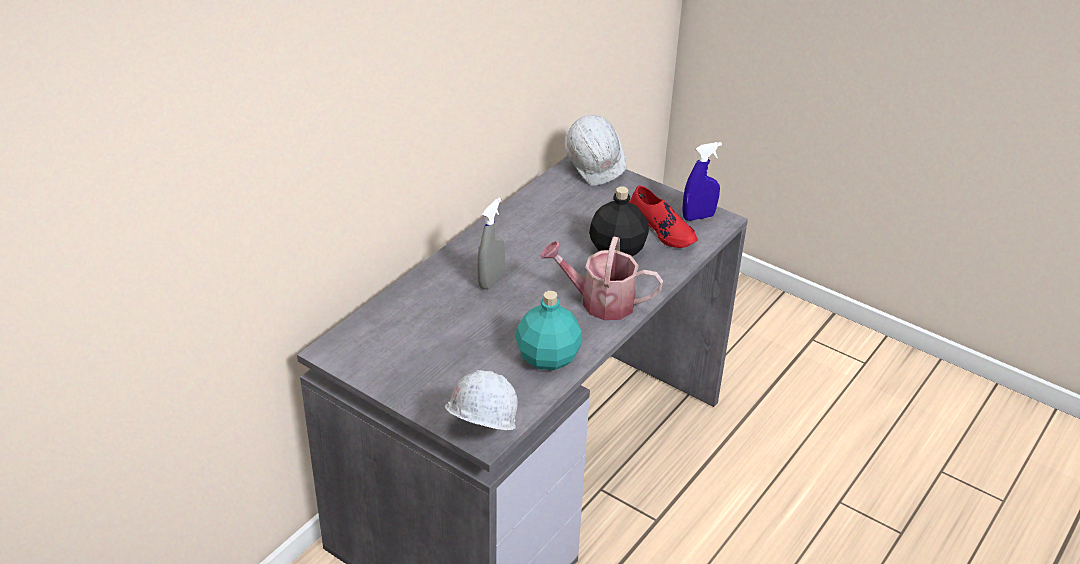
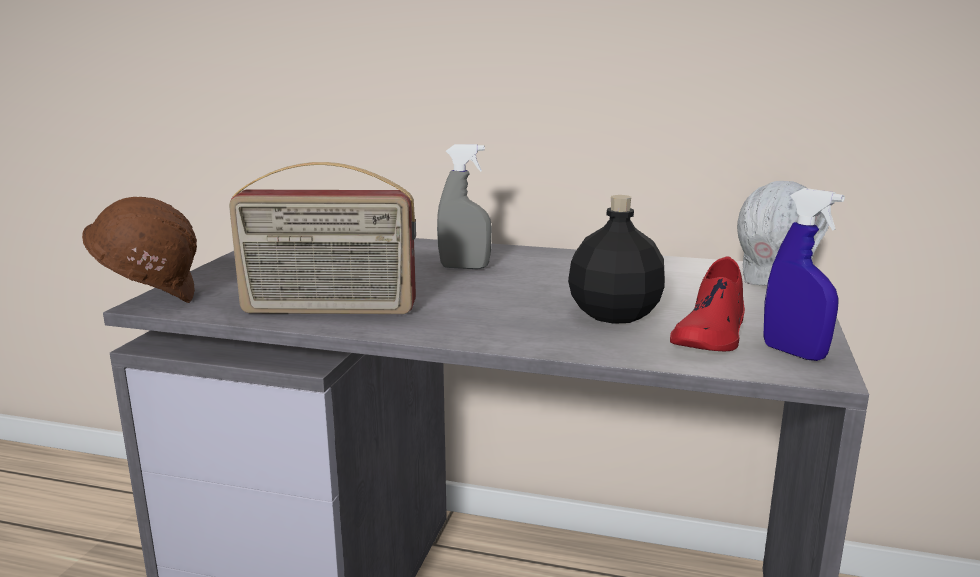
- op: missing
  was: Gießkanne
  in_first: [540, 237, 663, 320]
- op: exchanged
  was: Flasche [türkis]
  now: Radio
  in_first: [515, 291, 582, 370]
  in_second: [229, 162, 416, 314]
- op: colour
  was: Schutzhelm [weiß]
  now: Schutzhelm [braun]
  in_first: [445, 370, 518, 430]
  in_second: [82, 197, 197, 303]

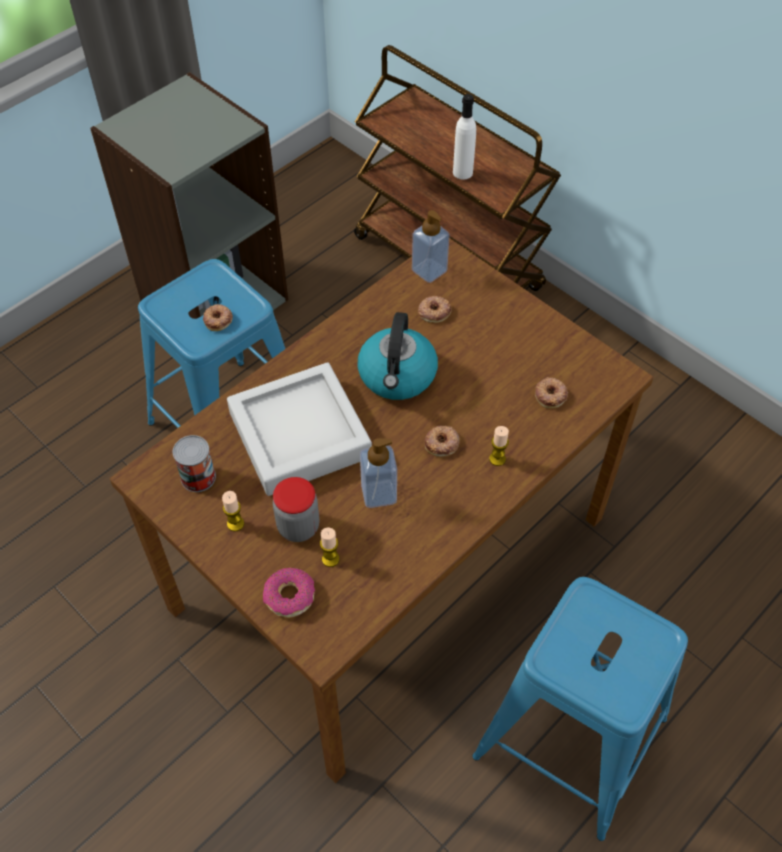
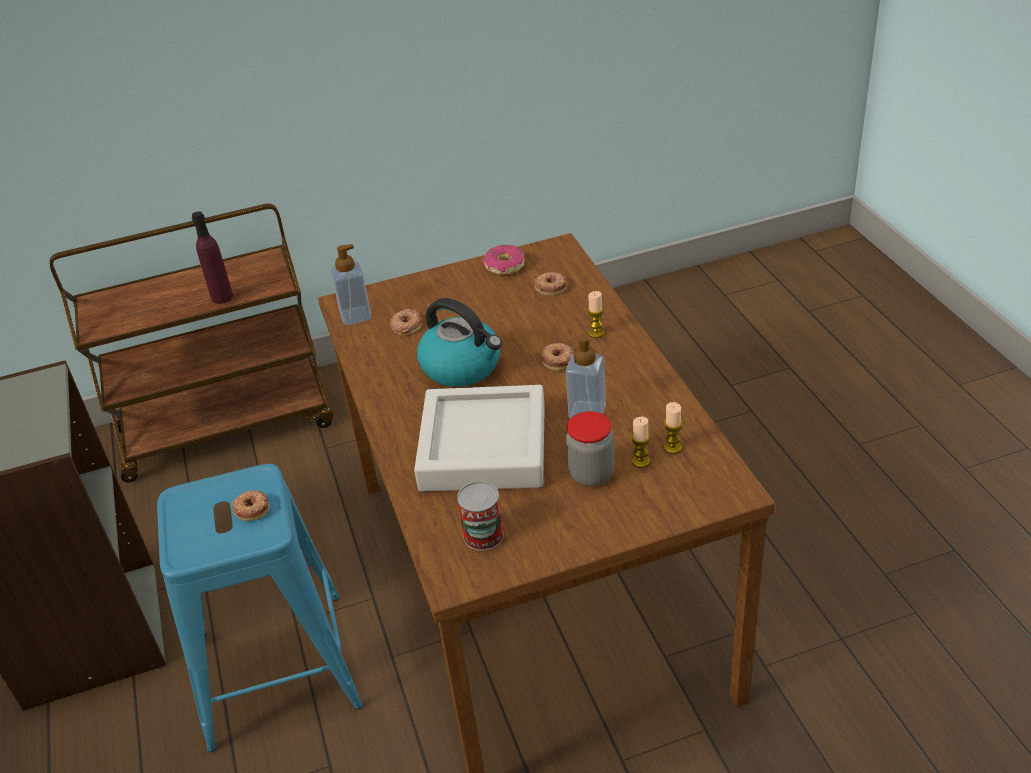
- op: missing
  was: Hocker [blau]
  in_first: [472, 577, 688, 841]
- op: relocated
  was: Kerze
  in_first: [222, 491, 244, 532]
  in_second: [664, 402, 683, 454]
- op: relocated
  was: Donut
  in_first: [263, 568, 315, 618]
  in_second: [483, 245, 525, 275]
- op: colour
  was: Flasche [weiß]
  now: Flasche [lila]
  in_first: [453, 94, 476, 180]
  in_second: [192, 211, 233, 304]

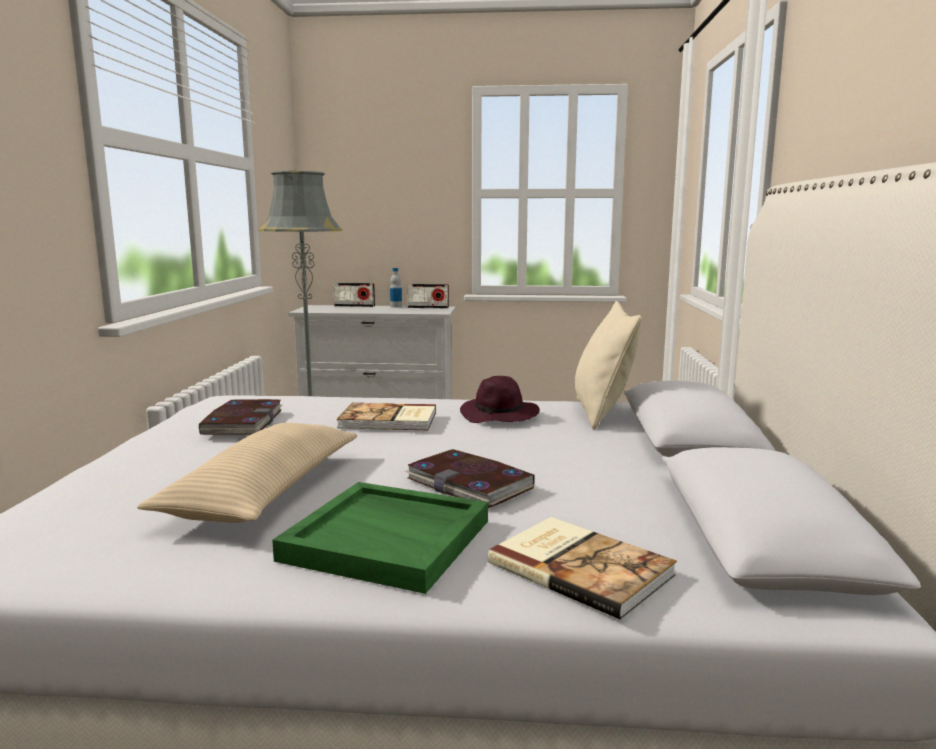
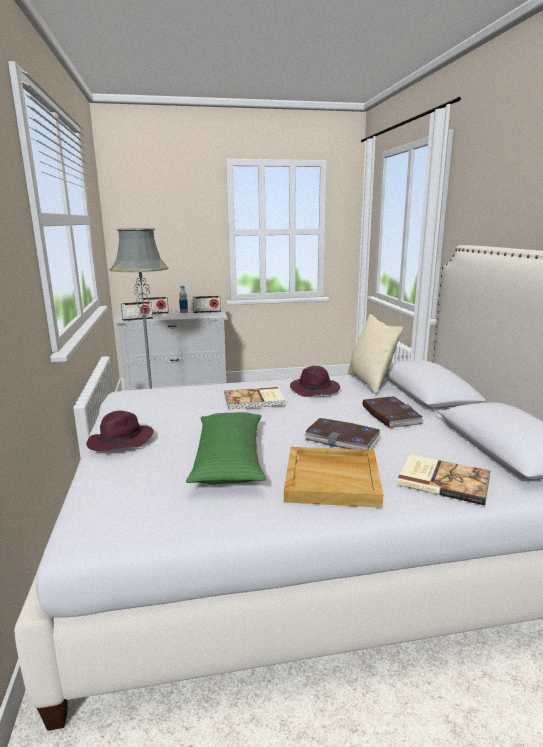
- op: appeared
  now: Hut [lila]
  in_second: [86, 411, 154, 451]
- op: appeared
  now: Radio
  in_second: [121, 301, 153, 321]
- op: relocated
  was: Buch
  in_first: [199, 399, 282, 435]
  in_second: [362, 396, 424, 428]
- op: colour
  was: Kissen [beige]
  now: Kissen [grün]
  in_first: [137, 423, 357, 523]
  in_second: [186, 412, 266, 484]
- op: colour
  was: Tablett [grün]
  now: Tablett [beige]
  in_first: [272, 482, 488, 594]
  in_second: [284, 447, 383, 508]

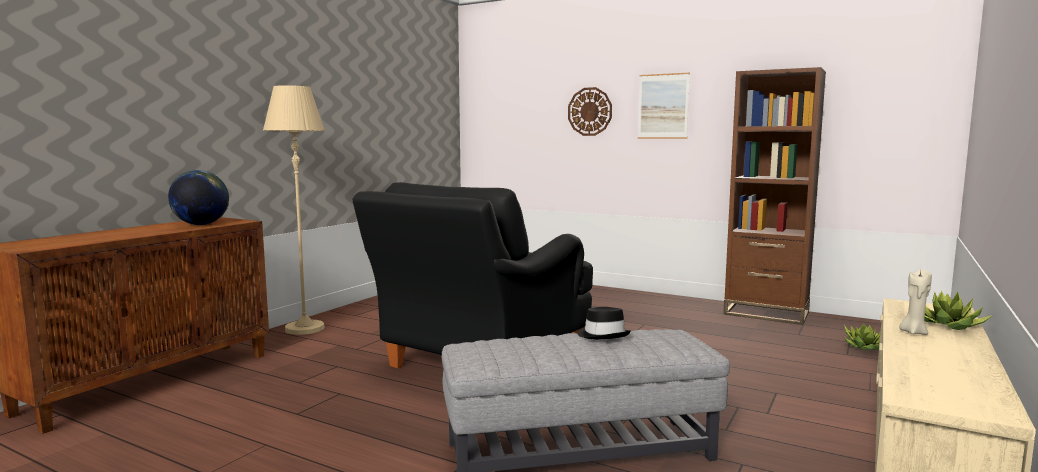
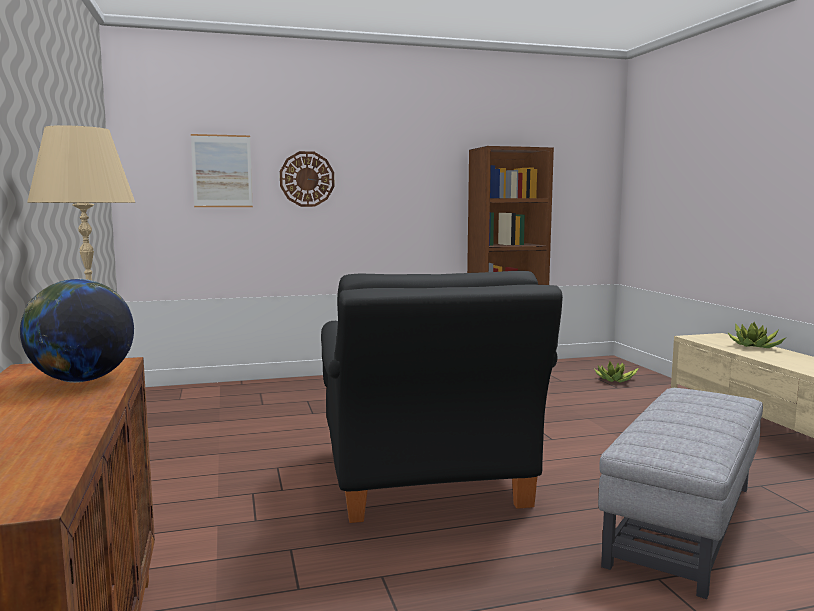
- op: missing
  was: Hut [schwarz]
  in_first: [577, 307, 631, 339]
- op: missing
  was: Kerze [beige]
  in_first: [899, 270, 932, 335]
- op: relocated
  was: Bild
  in_first: [638, 73, 690, 139]
  in_second: [191, 134, 253, 207]

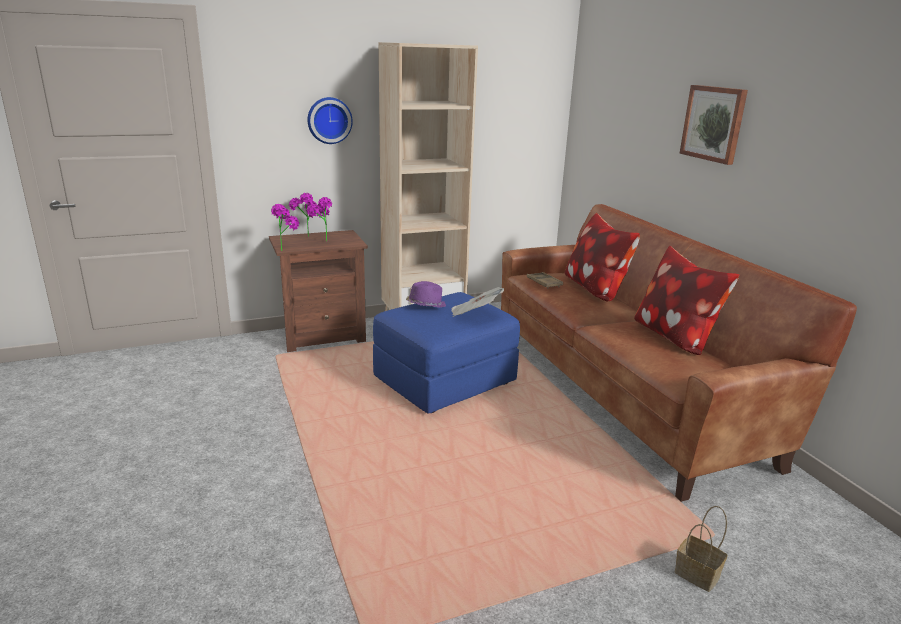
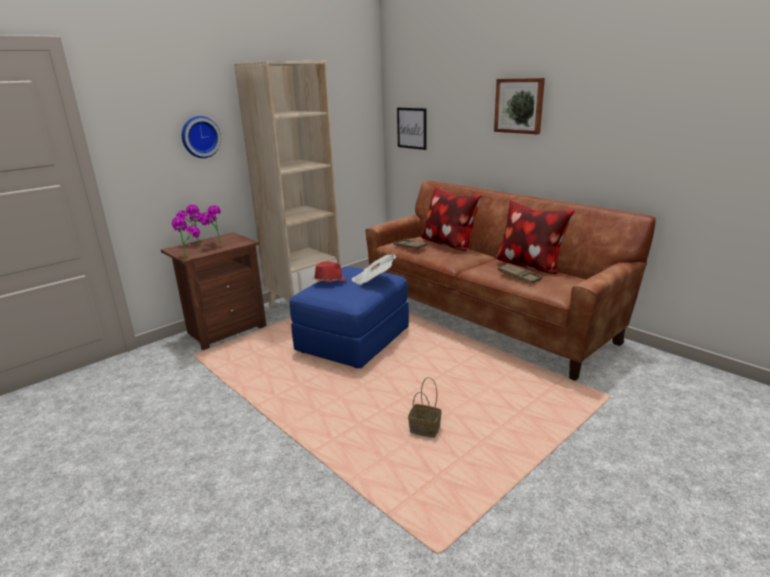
- op: appeared
  now: Bild
  in_second: [397, 108, 426, 150]
- op: appeared
  now: Tablett [braun]
  in_second: [498, 263, 542, 284]
- op: relocated
  was: Korb
  in_first: [675, 506, 728, 592]
  in_second: [408, 377, 442, 438]
- op: colour
  was: Hut [lila]
  now: Hut [rot]
  in_first: [406, 281, 446, 308]
  in_second: [312, 261, 346, 282]

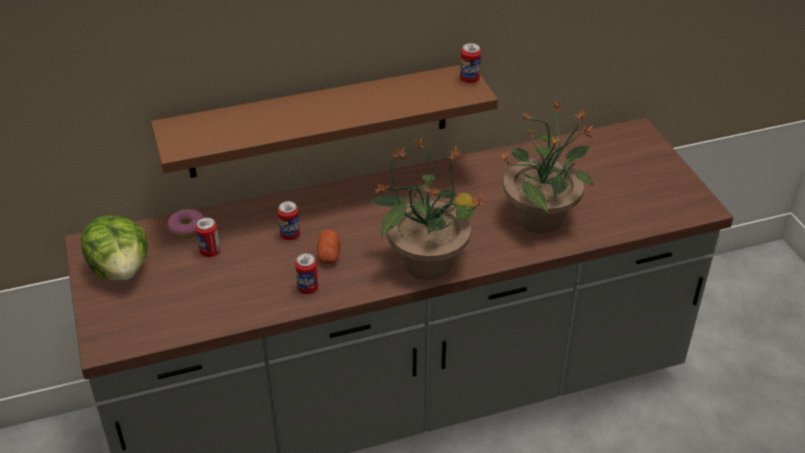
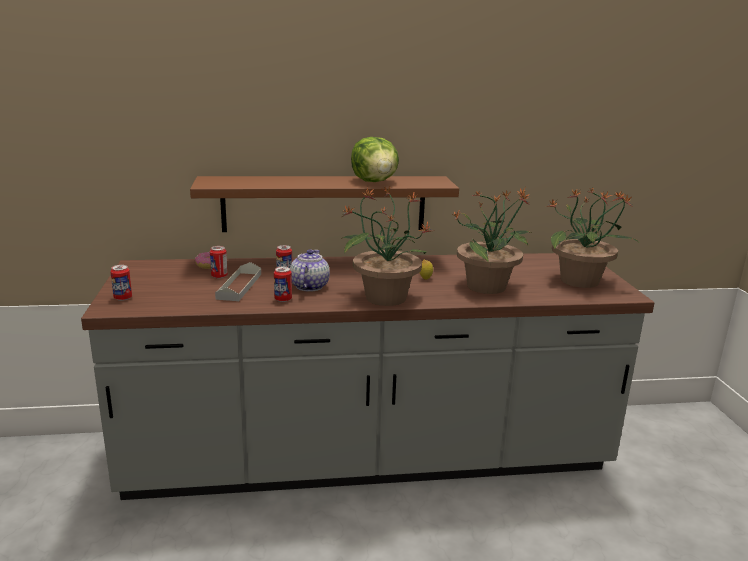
- op: appeared
  now: Tablett [grau]
  in_second: [215, 262, 261, 301]
- op: appeared
  now: Topfpflanze
  in_second: [546, 188, 638, 288]
- op: relocated
  was: Salatkopf
  in_first: [81, 215, 148, 281]
  in_second: [351, 137, 399, 182]
- op: relocated
  was: Dose
  in_first: [460, 43, 481, 84]
  in_second: [110, 265, 132, 301]
- op: exchanged
  was: Kartoffel
  now: Teekanne
  in_first: [317, 229, 341, 264]
  in_second: [290, 249, 330, 292]

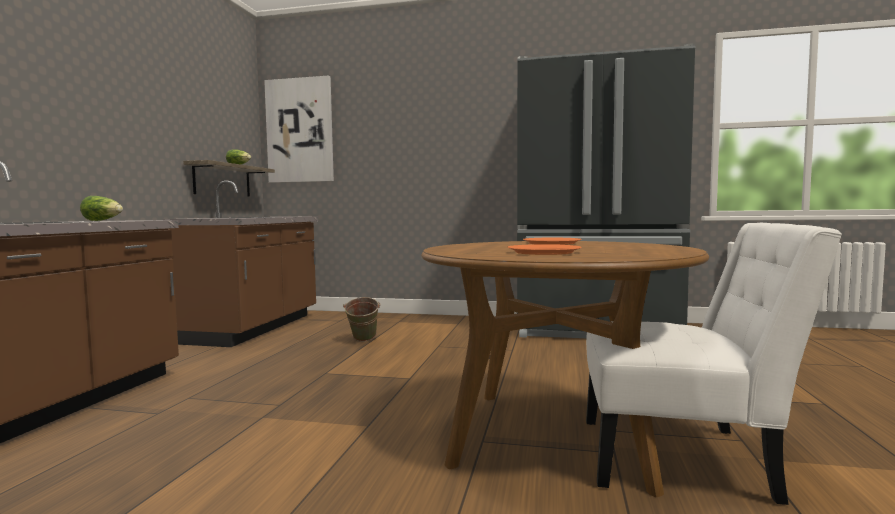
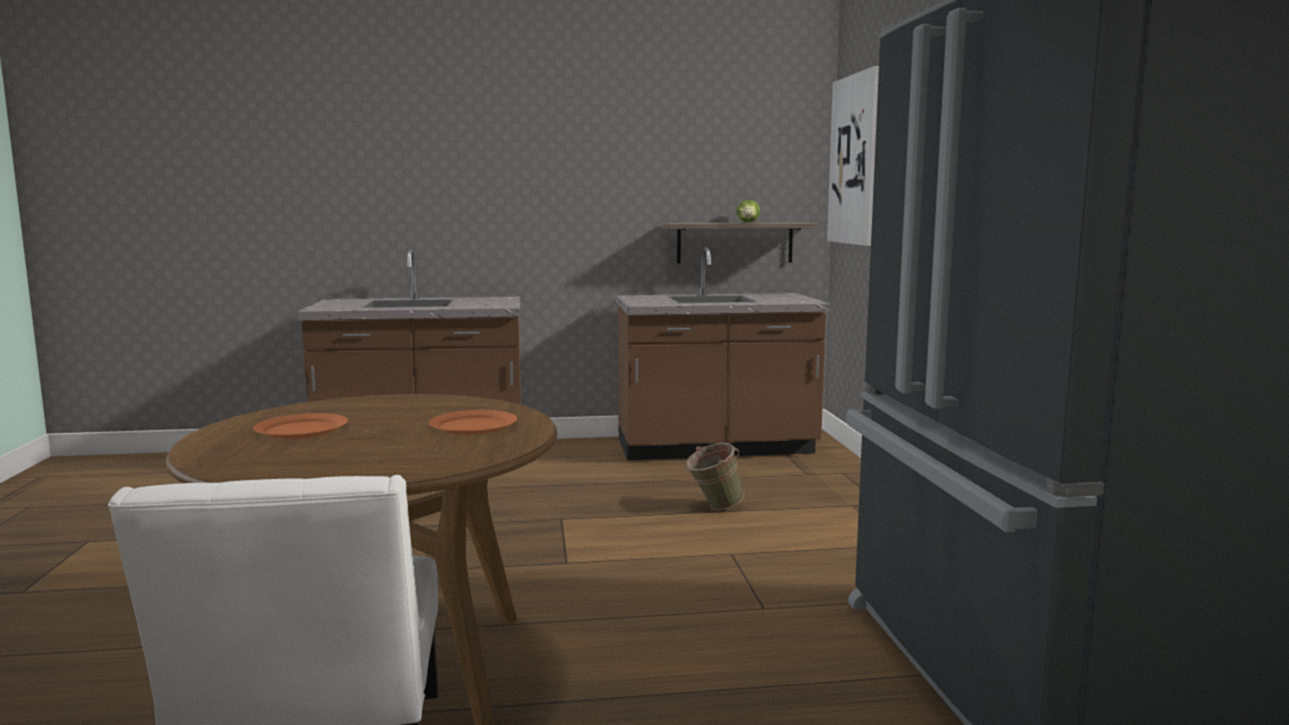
- op: missing
  was: Salatkopf
  in_first: [80, 196, 123, 221]

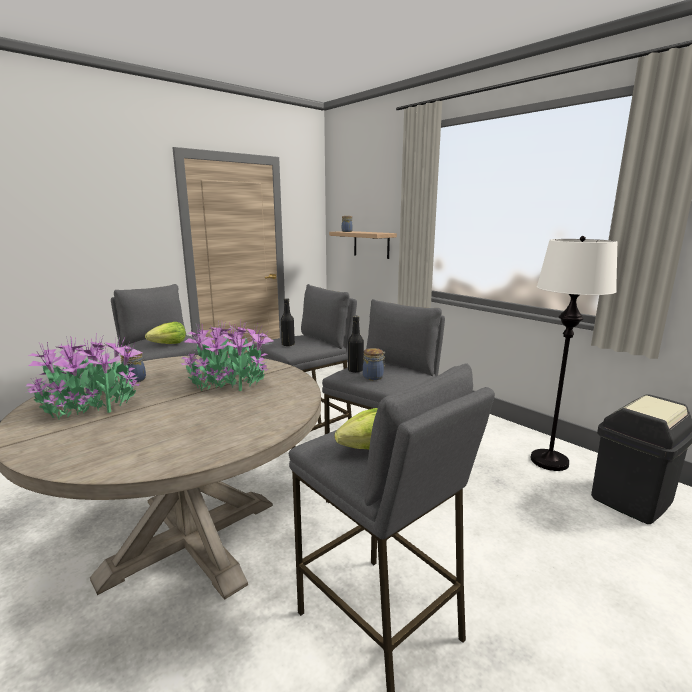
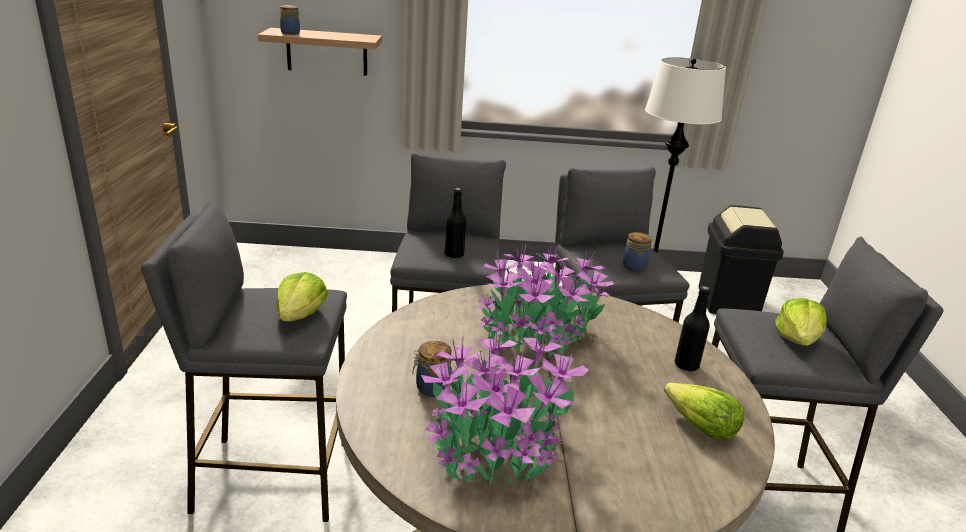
- op: appeared
  now: Salatkopf
  in_second: [664, 382, 744, 440]
- op: relocated
  was: Flasche [schwarz]
  in_first: [348, 316, 364, 373]
  in_second: [675, 286, 710, 371]

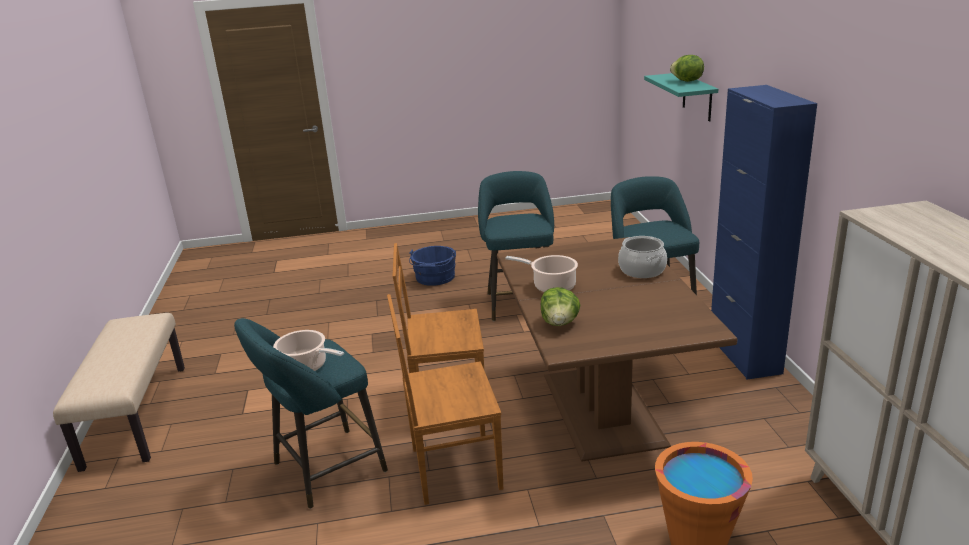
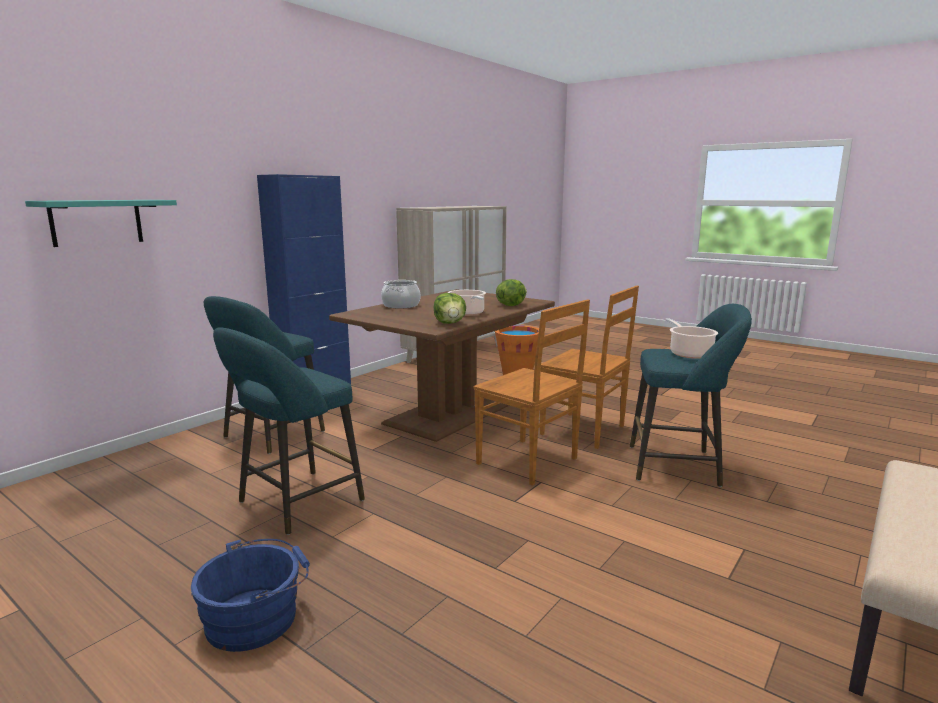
- op: relocated
  was: Salatkopf
  in_first: [670, 55, 704, 82]
  in_second: [434, 293, 466, 324]

